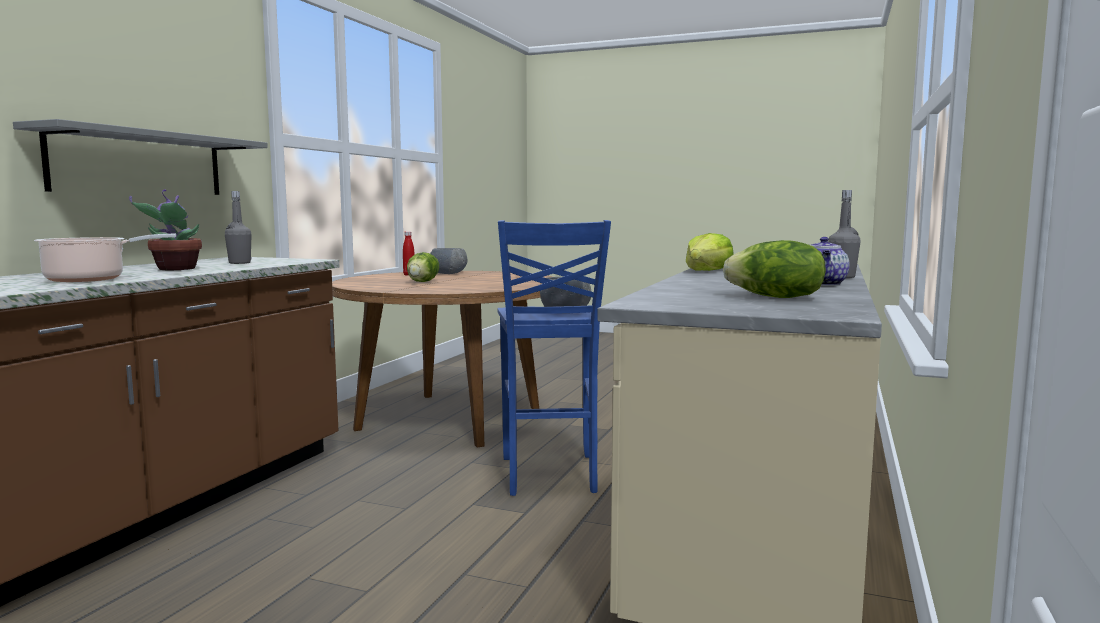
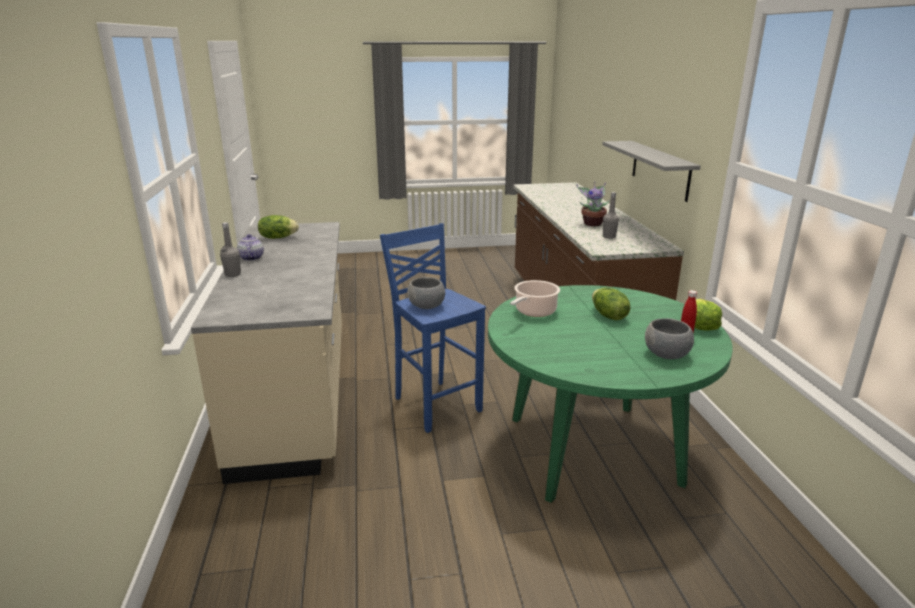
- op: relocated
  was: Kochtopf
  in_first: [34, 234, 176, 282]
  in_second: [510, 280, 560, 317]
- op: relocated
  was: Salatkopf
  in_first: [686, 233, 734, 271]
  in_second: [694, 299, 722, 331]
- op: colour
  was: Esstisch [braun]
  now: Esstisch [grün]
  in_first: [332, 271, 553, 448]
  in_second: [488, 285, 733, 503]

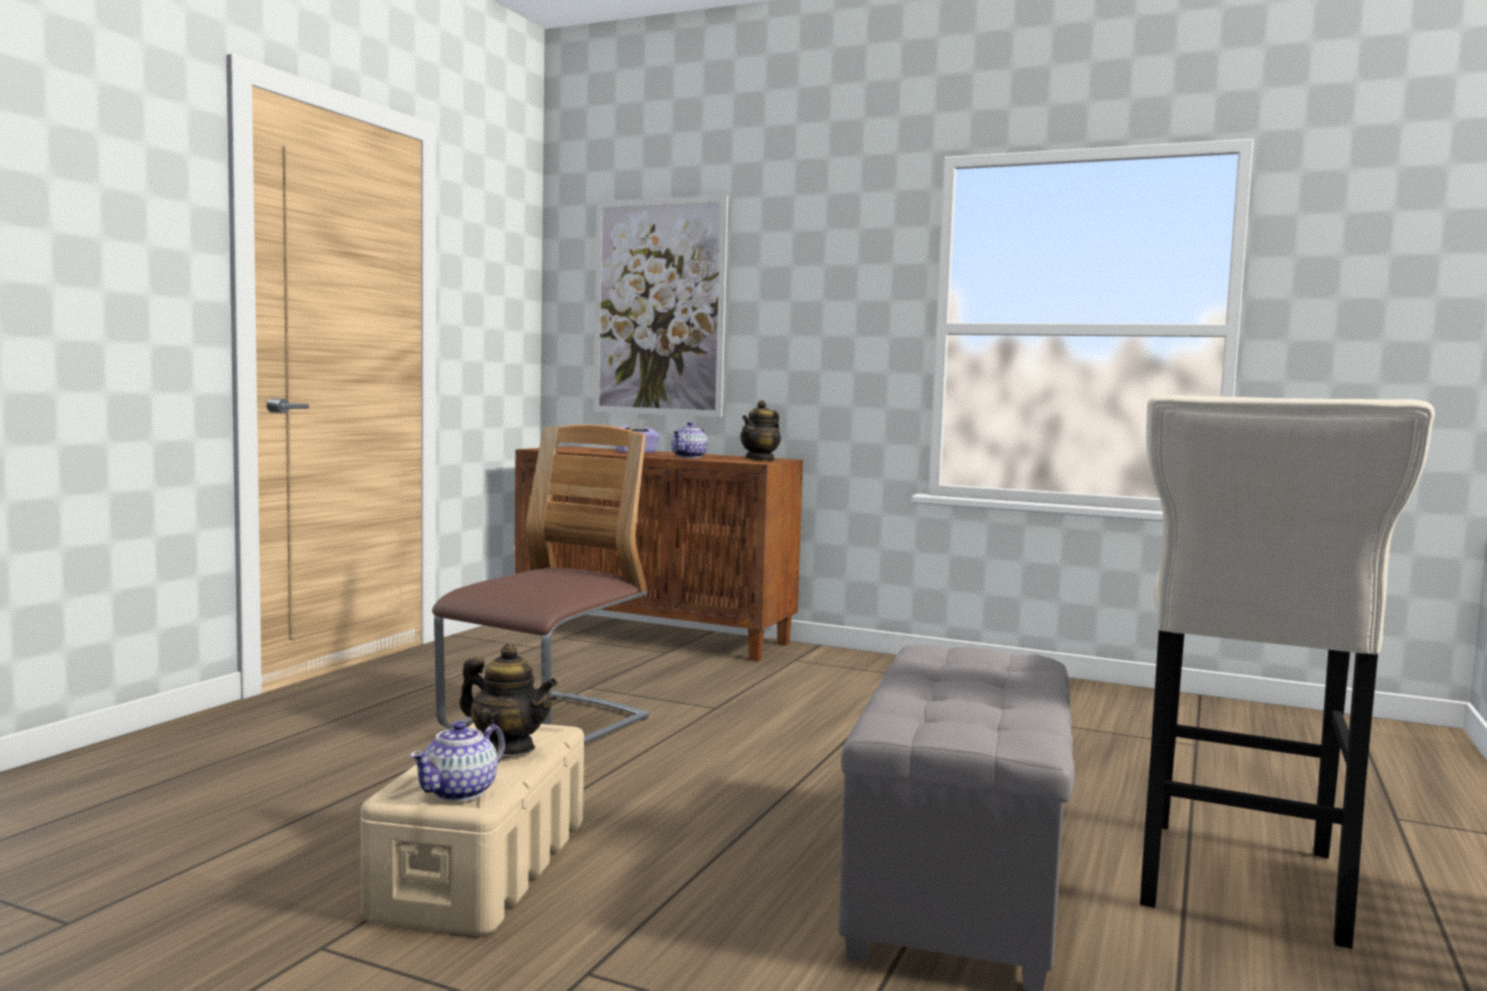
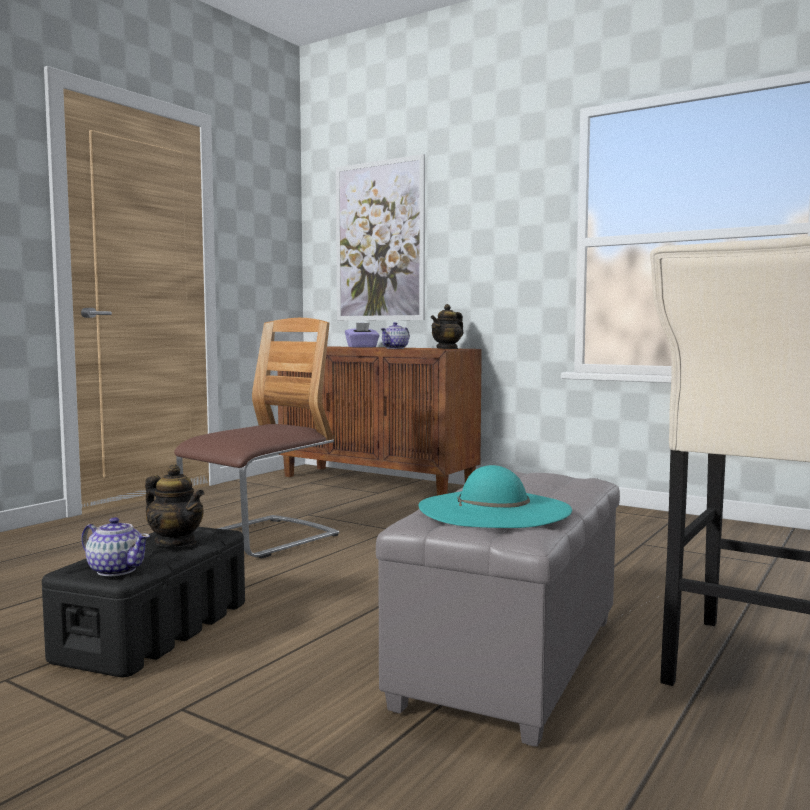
- op: appeared
  now: Hut [türkis]
  in_second: [419, 465, 572, 528]
- op: colour
  was: Aufbewahrungsbox [beige]
  now: Aufbewahrungsbox [schwarz]
  in_first: [360, 723, 584, 935]
  in_second: [42, 527, 245, 677]
- op: spun
  was: Teekanne
  in_first: [410, 721, 505, 801]
  in_second: [81, 517, 150, 576]
  clockwise: -105

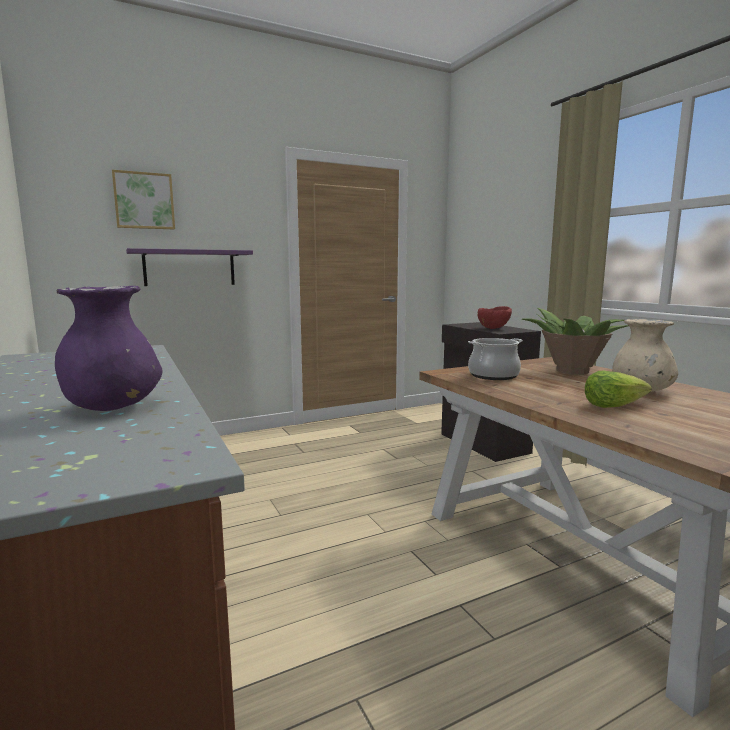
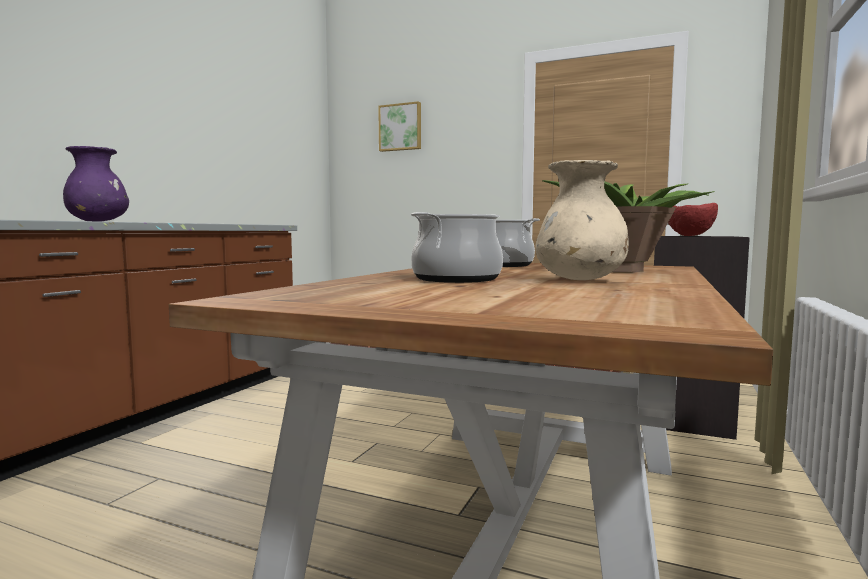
- op: missing
  was: Wandregal [lila]
  in_first: [126, 248, 253, 286]
- op: exchanged
  was: Salatkopf
  now: Kochtopf
  in_first: [585, 371, 652, 408]
  in_second: [411, 212, 503, 283]

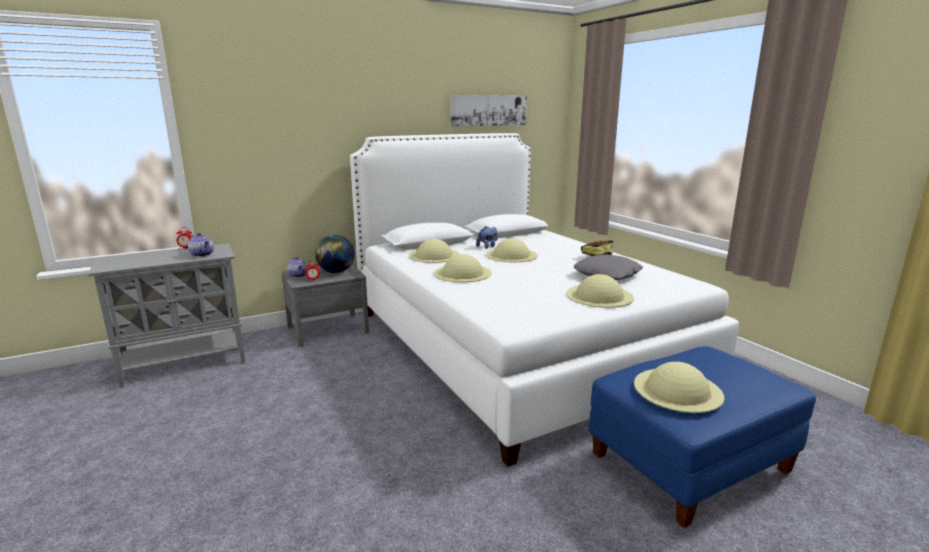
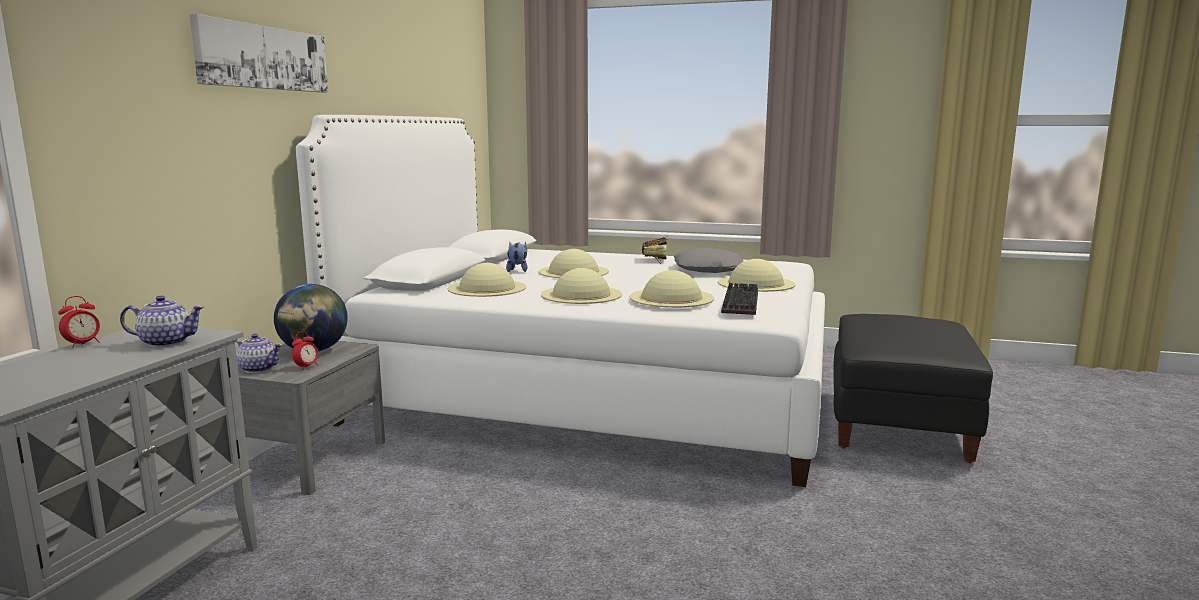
- op: appeared
  now: Tastatur
  in_second: [721, 283, 758, 315]
- op: relocated
  was: Bild
  in_first: [450, 95, 527, 127]
  in_second: [189, 14, 328, 93]
- op: relocated
  was: Hut [beige]
  in_first: [634, 362, 724, 413]
  in_second: [630, 270, 714, 308]
- op: colour
  was: Polsterhocker [blau]
  now: Polsterhocker [schwarz]
  in_first: [589, 346, 816, 528]
  in_second: [833, 314, 993, 463]

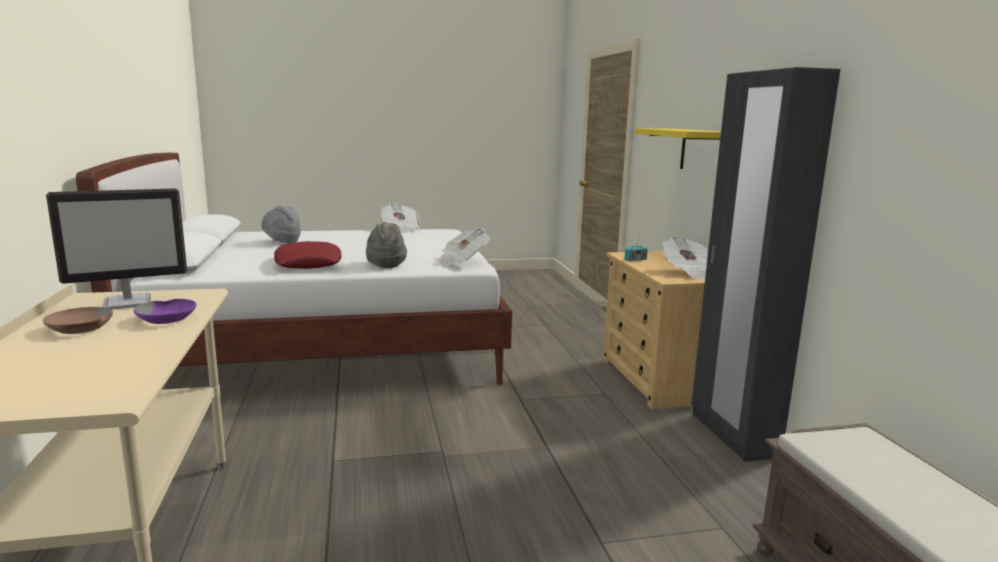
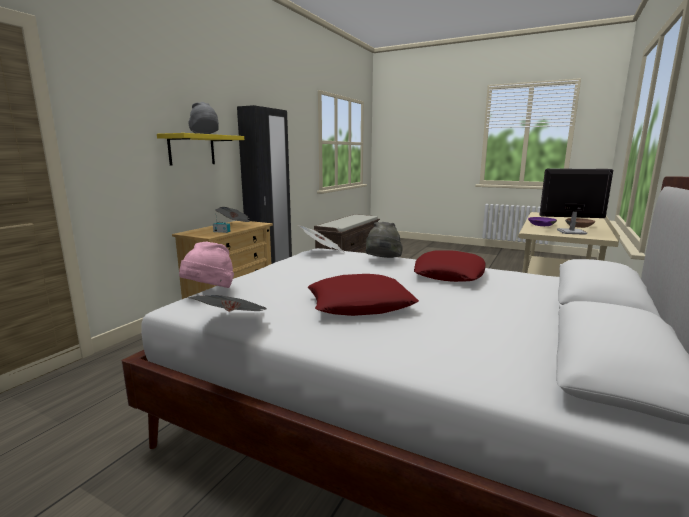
- op: appeared
  now: Hut [rosa]
  in_second: [179, 242, 234, 288]
- op: appeared
  now: Kissen [rot]
  in_second: [308, 274, 419, 316]
- op: relocated
  was: Hut [grau]
  in_first: [261, 205, 301, 243]
  in_second: [188, 102, 219, 134]

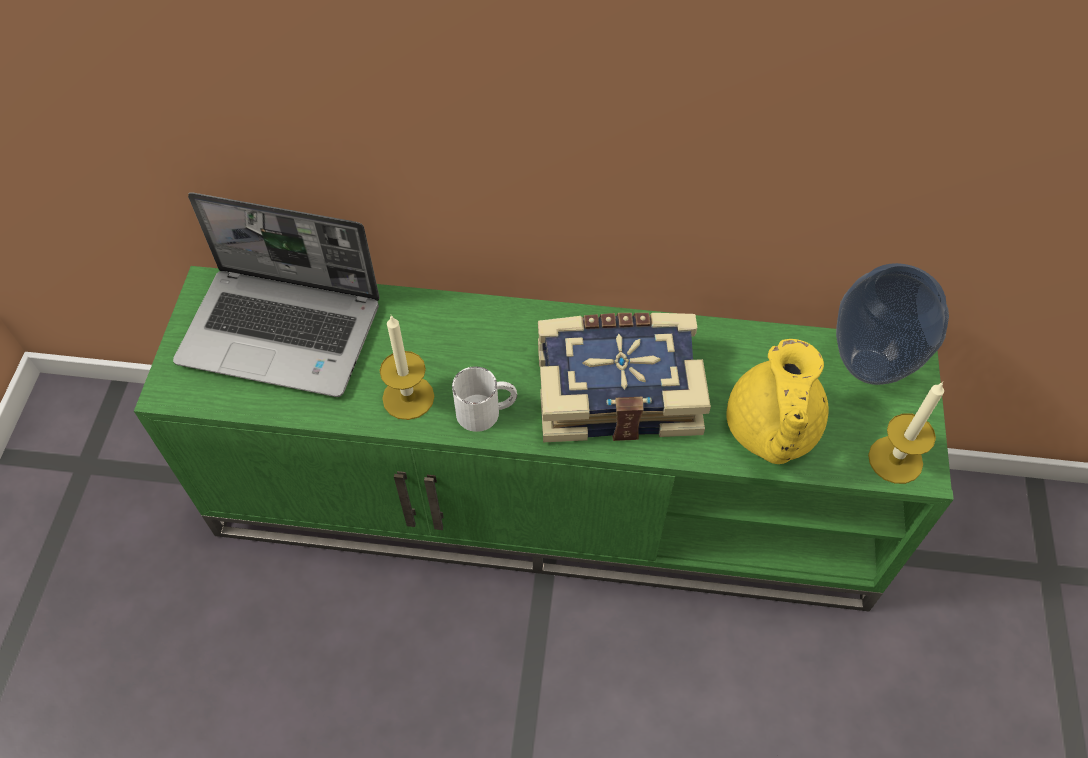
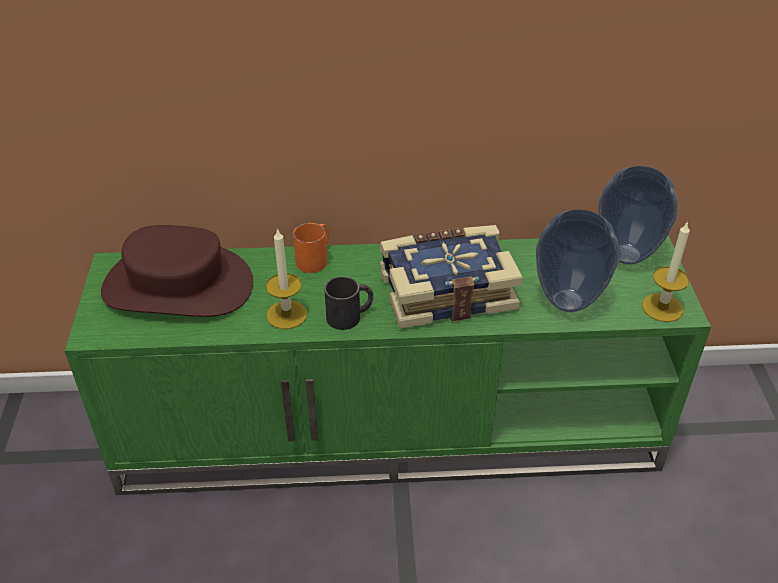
- op: appeared
  now: Henkelbecher [orange]
  in_second: [293, 223, 329, 273]
- op: exchanged
  was: Laptop
  now: Hut [braun]
  in_first: [173, 192, 380, 397]
  in_second: [101, 225, 253, 317]
- op: exchanged
  was: Teekanne [gelb]
  now: Vase
  in_first: [726, 339, 829, 464]
  in_second: [536, 210, 619, 312]
- op: colour
  was: Henkelbecher [weiß]
  now: Henkelbecher [schwarz]
  in_first: [452, 366, 517, 432]
  in_second: [324, 276, 374, 330]

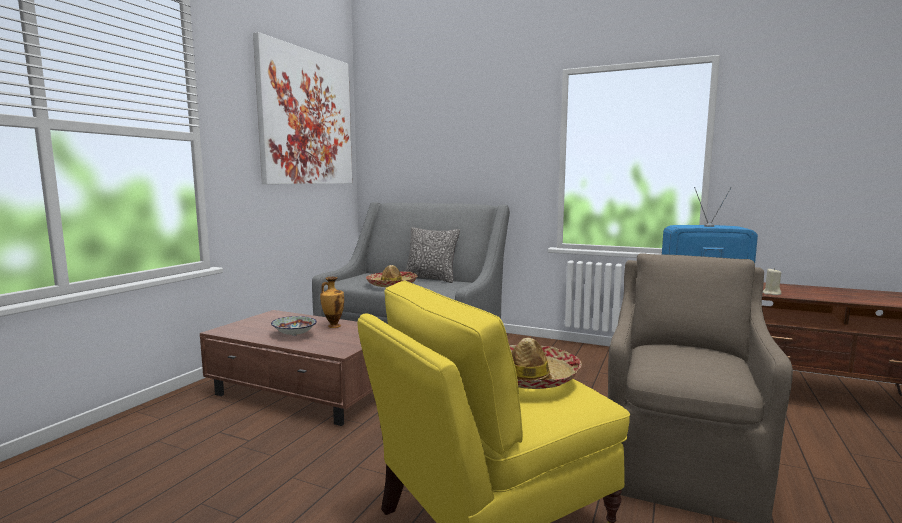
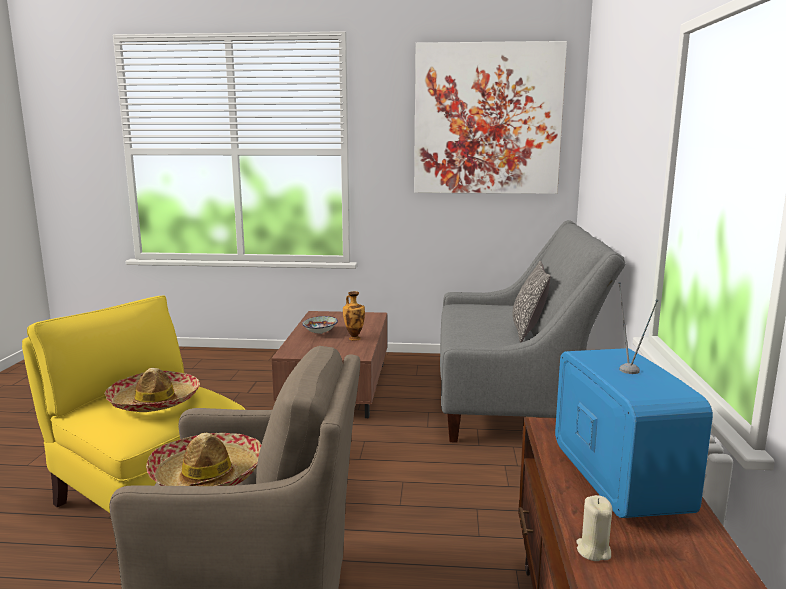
- op: relocated
  was: Hut
  in_first: [366, 265, 418, 287]
  in_second: [146, 433, 262, 486]

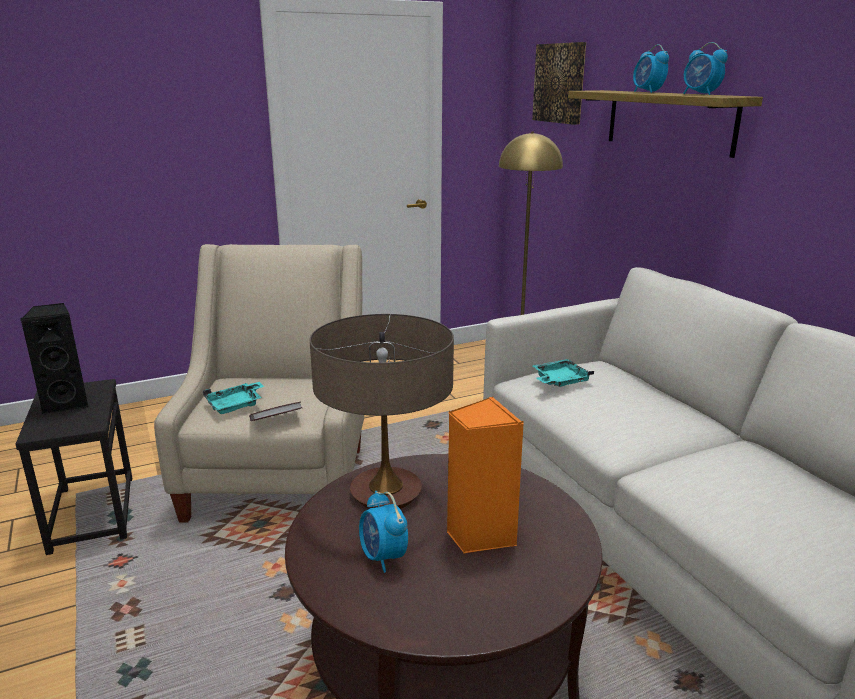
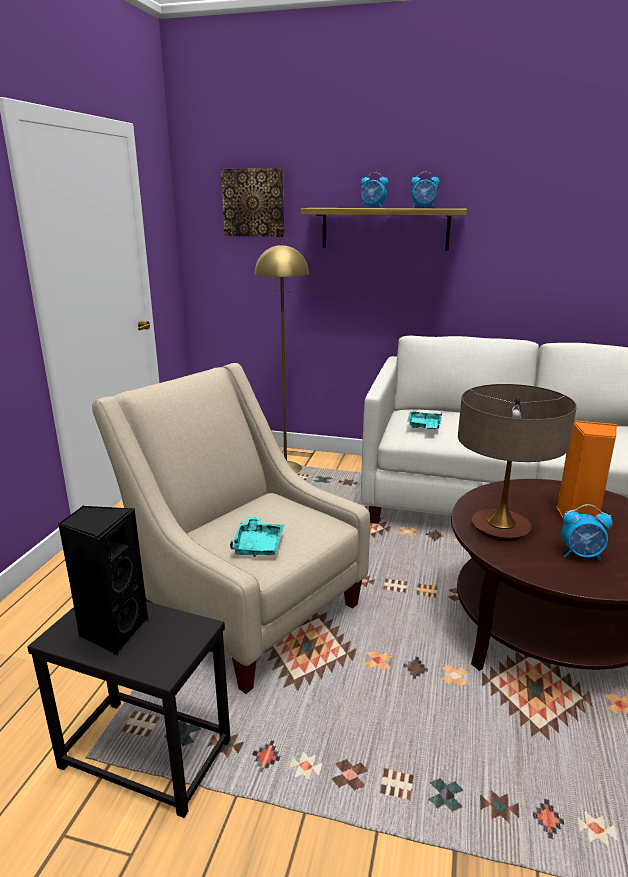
- op: missing
  was: Buch
  in_first: [249, 402, 303, 421]

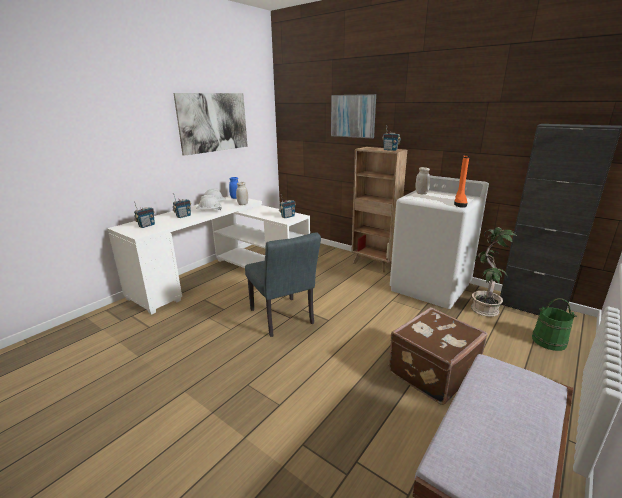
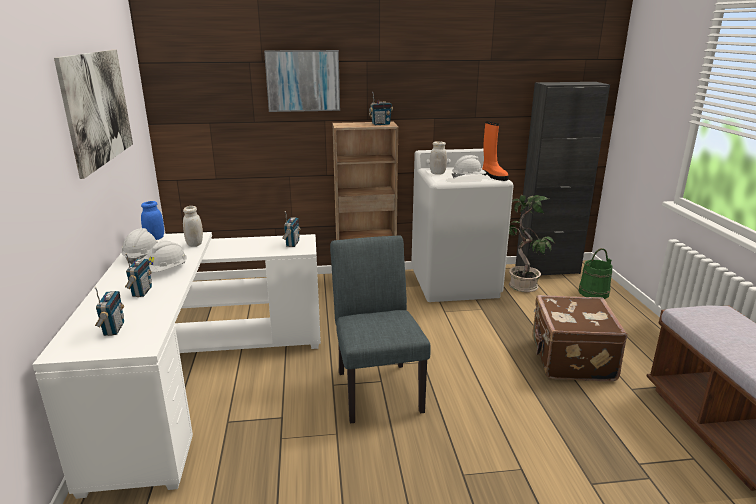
- op: appeared
  now: Schutzhelm [weiß]
  in_second: [452, 155, 486, 178]
- op: spun
  was: Stuhl [grau]
  in_first: [245, 232, 321, 337]
  in_second: [330, 236, 431, 424]
  clockwise: -120

